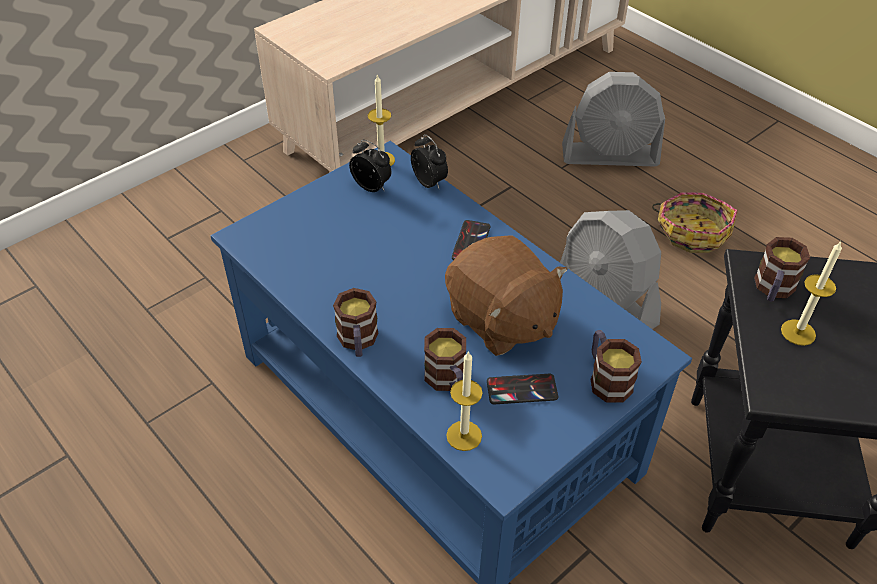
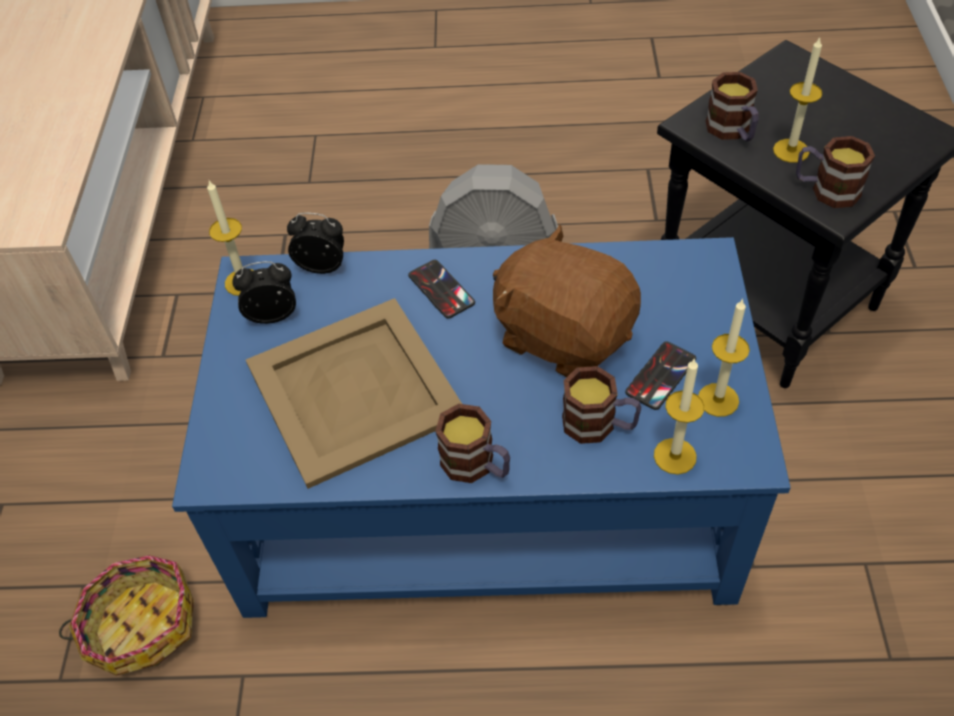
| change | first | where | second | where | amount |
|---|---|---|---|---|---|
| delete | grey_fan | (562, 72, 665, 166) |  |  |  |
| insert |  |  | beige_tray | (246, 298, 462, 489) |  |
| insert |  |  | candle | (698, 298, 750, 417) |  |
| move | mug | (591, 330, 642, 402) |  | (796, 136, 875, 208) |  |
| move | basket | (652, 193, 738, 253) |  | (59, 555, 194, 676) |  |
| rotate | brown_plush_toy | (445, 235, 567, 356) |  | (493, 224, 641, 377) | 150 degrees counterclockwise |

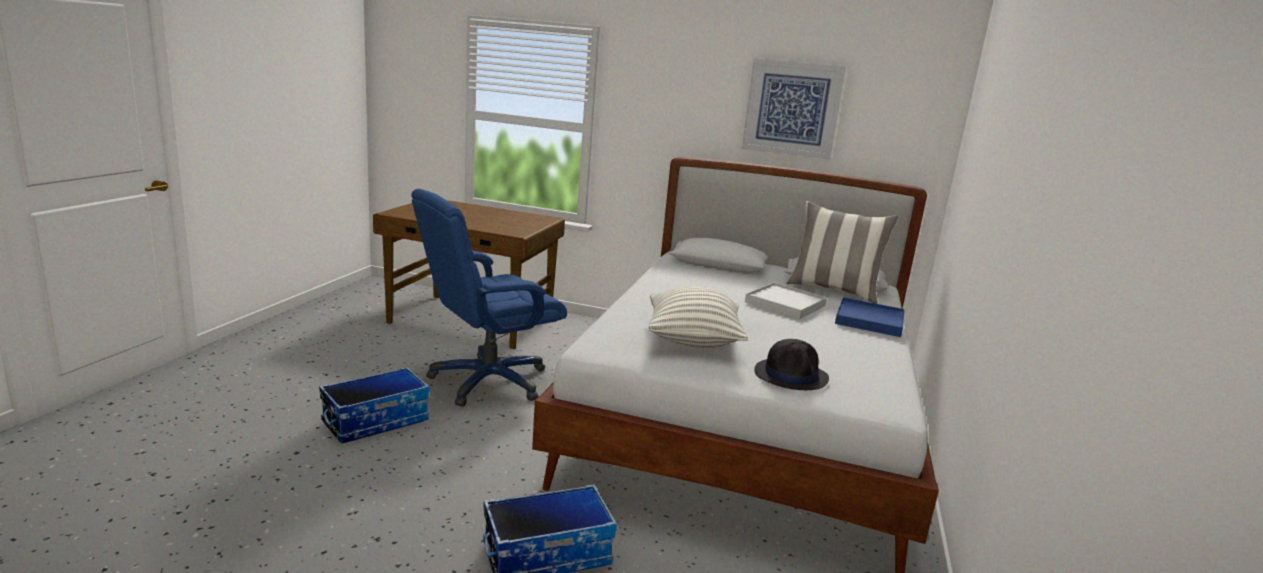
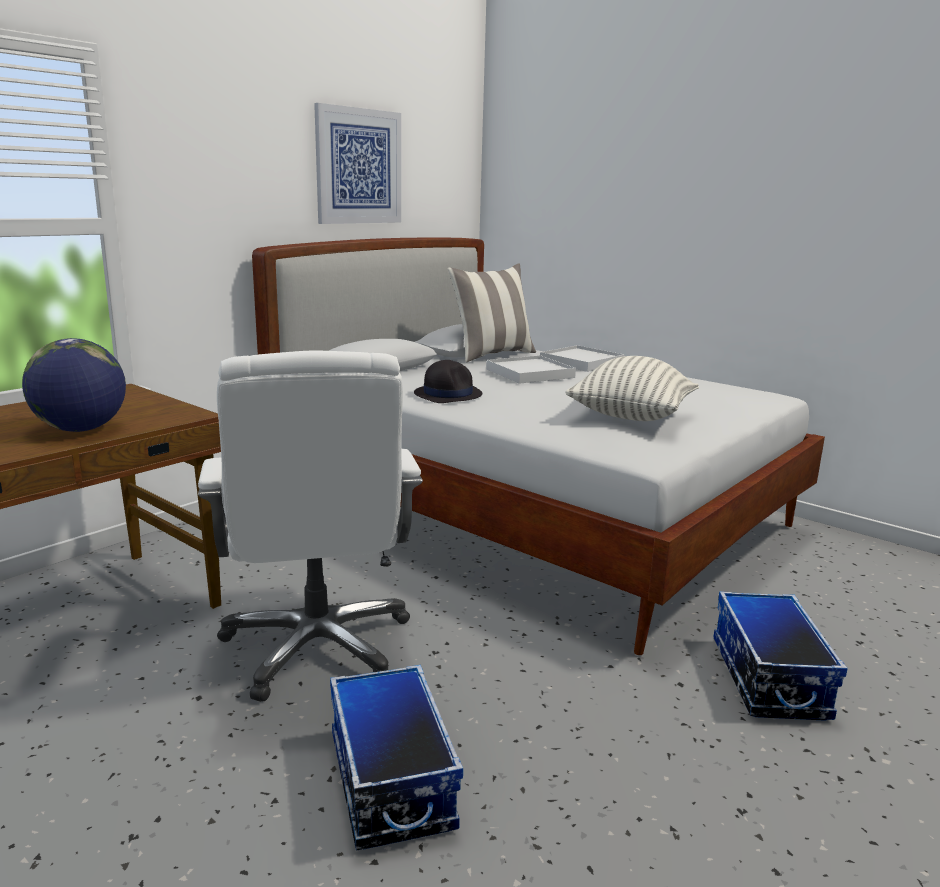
| change | first | where | second | where | amount |
|---|---|---|---|---|---|
| insert |  |  | globe | (22, 338, 126, 432) |  |
| move | black_hat | (755, 339, 829, 390) |  | (414, 360, 482, 403) |  |
| recolor | blue_office_chair | (411, 189, 567, 406) | white_office_chair | (198, 351, 423, 702) |  |
| recolor | blue_tray | (835, 298, 905, 337) | white_tray | (540, 345, 625, 372) |  |

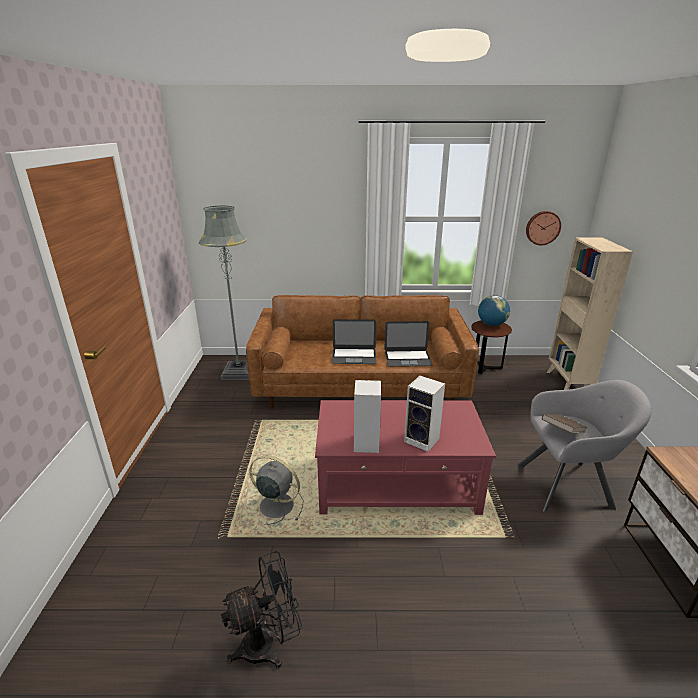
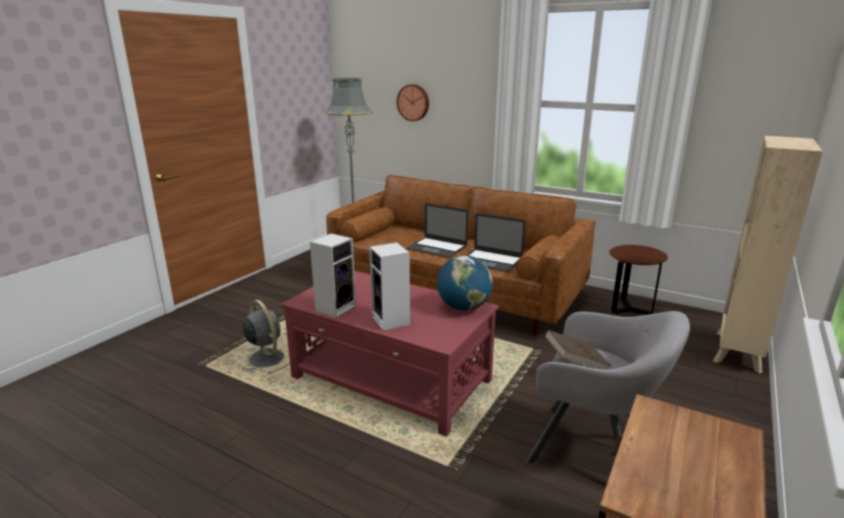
| change | first | where | second | where | amount |
|---|---|---|---|---|---|
| delete | black_fan | (221, 551, 302, 669) |  |  |  |
| move | globe | (478, 295, 510, 326) |  | (437, 255, 493, 311) |  |
| move | wall_clock | (526, 211, 561, 245) |  | (397, 84, 429, 121) |  |

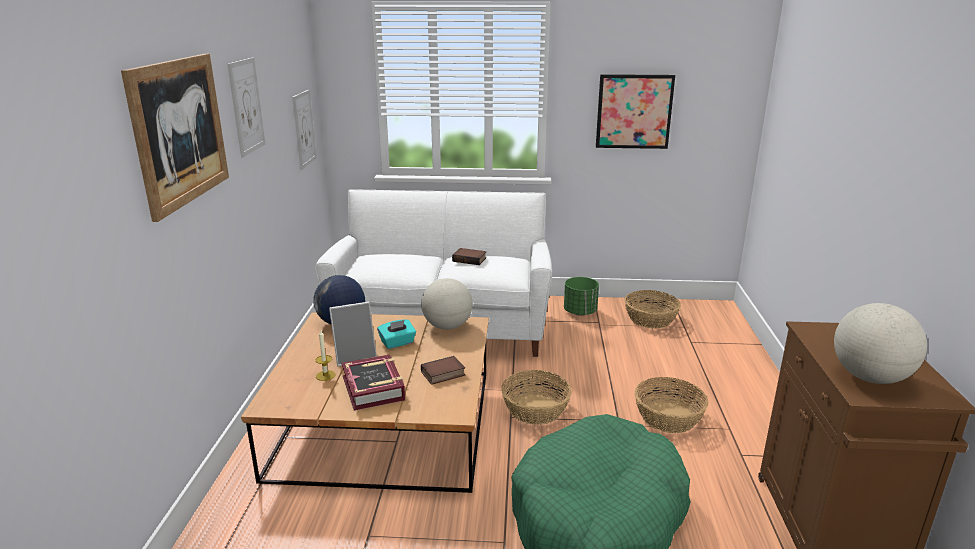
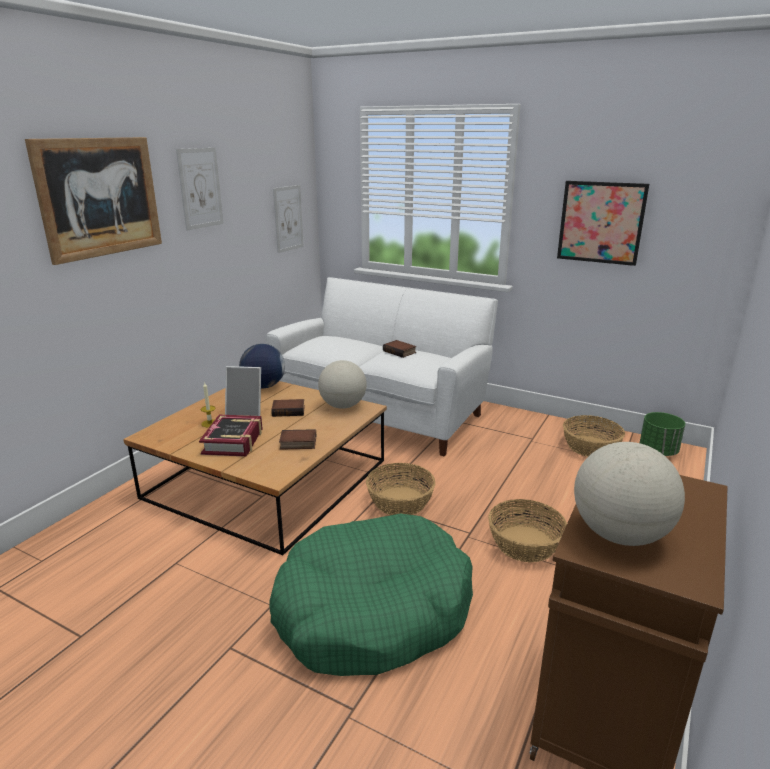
| change | first | where | second | where | amount |
|---|---|---|---|---|---|
| move | green_planter | (564, 277, 599, 316) |  | (640, 412, 685, 456) |  |
| replace | turquoise_tissue_box | (377, 319, 416, 349) | book | (271, 399, 305, 417) |  |

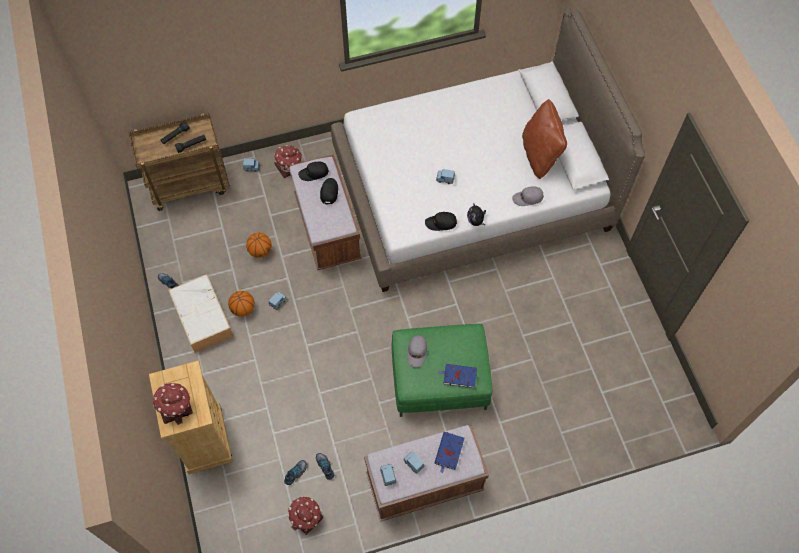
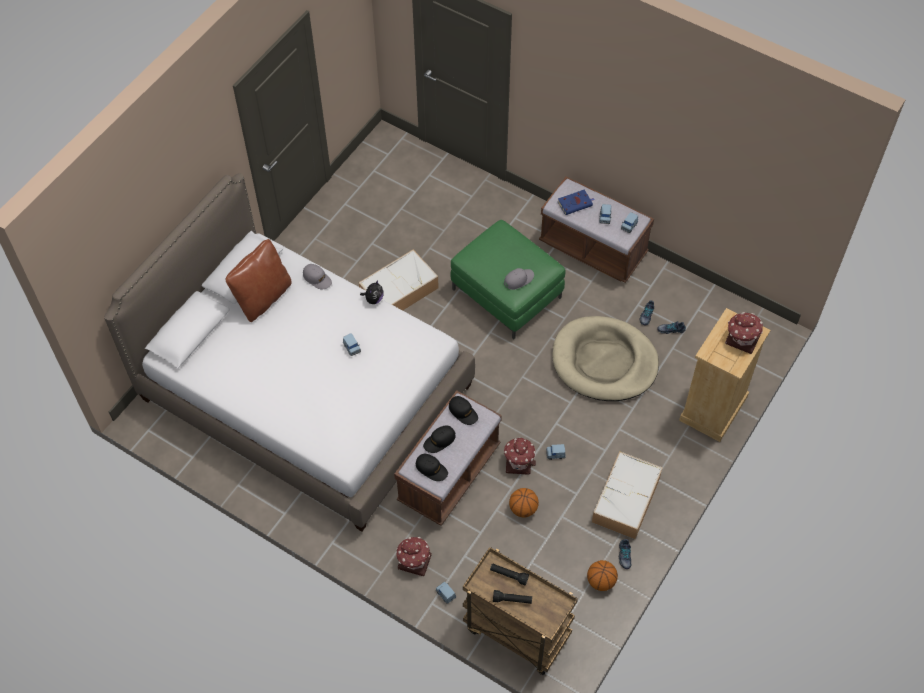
| change | first | where | second | where | amount |
|---|---|---|---|---|---|
| delete | blue_book | (438, 364, 477, 388) |  |  |  |
| insert |  |  | storage_box | (359, 249, 439, 310) |  |
| insert |  |  | beige_dog_bed | (553, 316, 659, 401) |  |
| move | basketball | (228, 291, 255, 317) |  | (587, 560, 618, 591) |  |
| move | toy_house | (288, 496, 323, 535) |  | (504, 438, 536, 475) |  |
| move | black_cap | (425, 212, 457, 231) |  | (449, 396, 478, 425) |  |

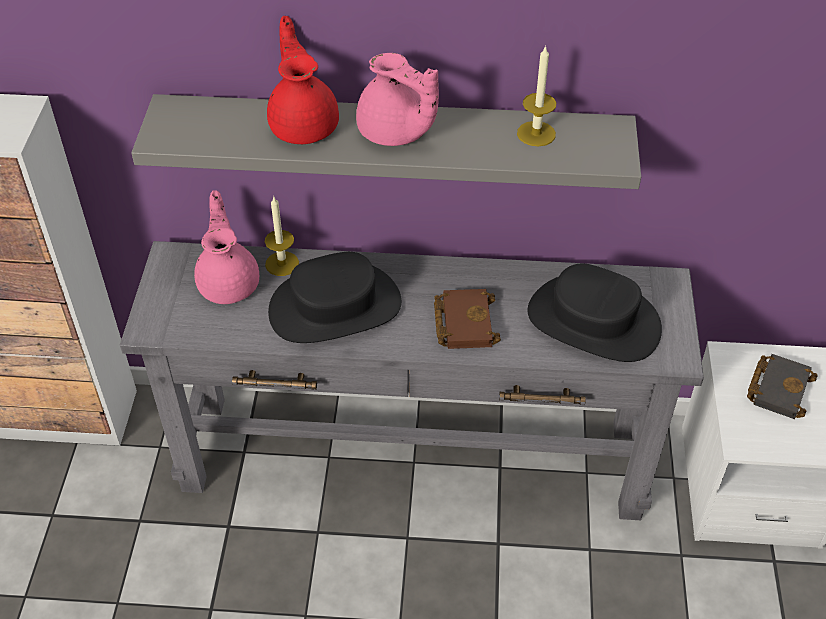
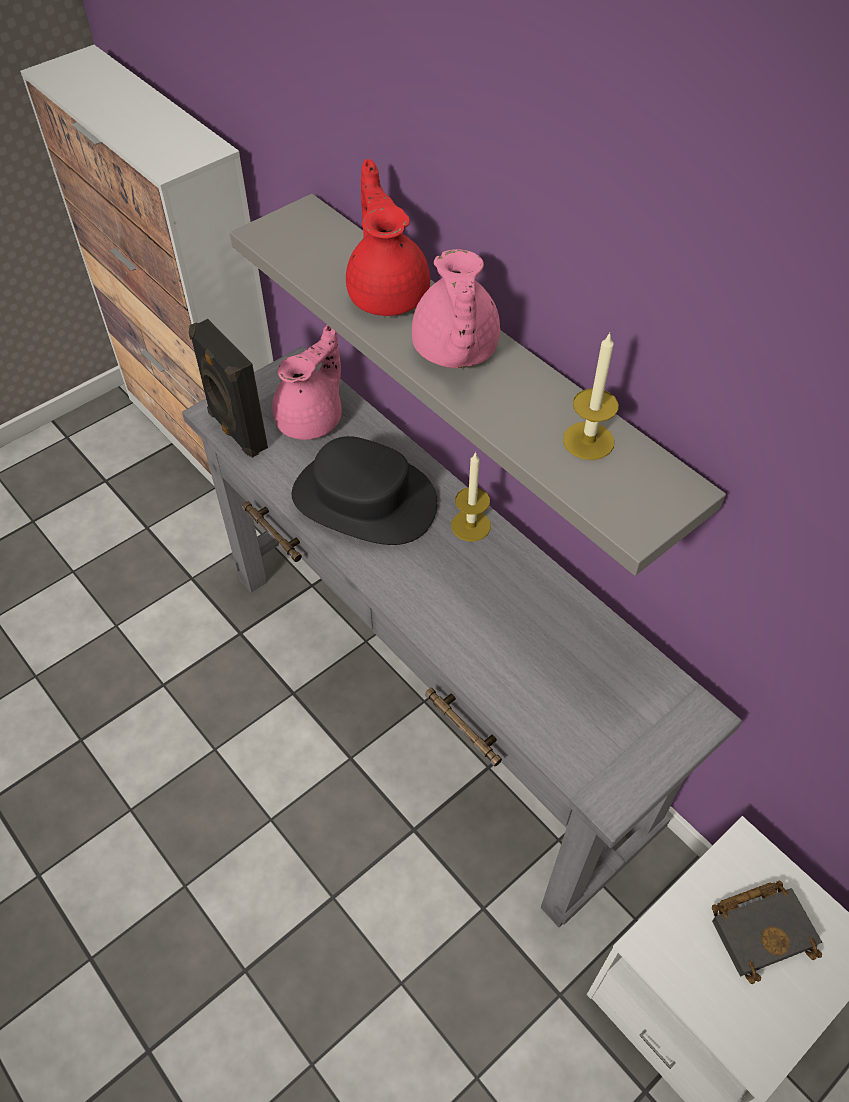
| change | first | where | second | where | amount |
|---|---|---|---|---|---|
| delete | brown_book | (434, 289, 501, 349) |  |  |  |
| delete | black_hat | (527, 264, 662, 362) |  |  |  |
| insert |  |  | black_speaker | (189, 319, 268, 458) |  |
| move | candle | (265, 197, 299, 276) |  | (451, 452, 491, 541) |  |
| rotate | red_teapot | (267, 16, 339, 144) |  | (346, 159, 430, 316) | 45 degrees counterclockwise |

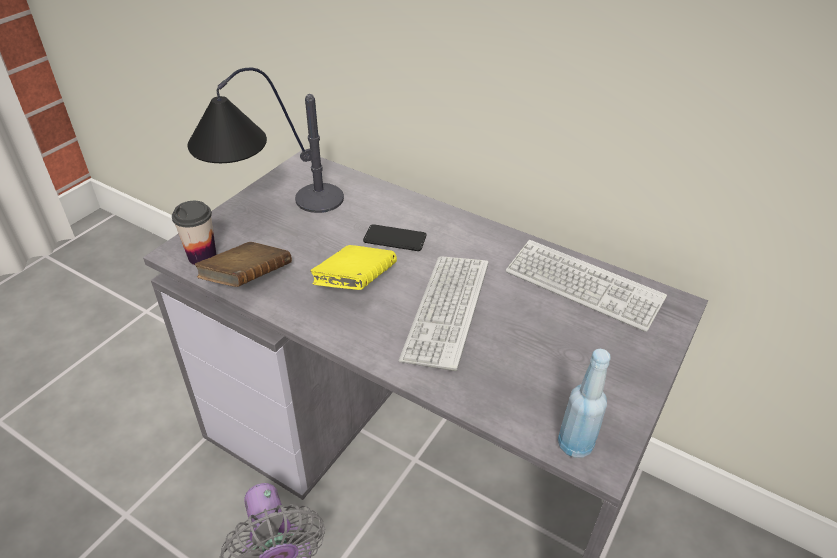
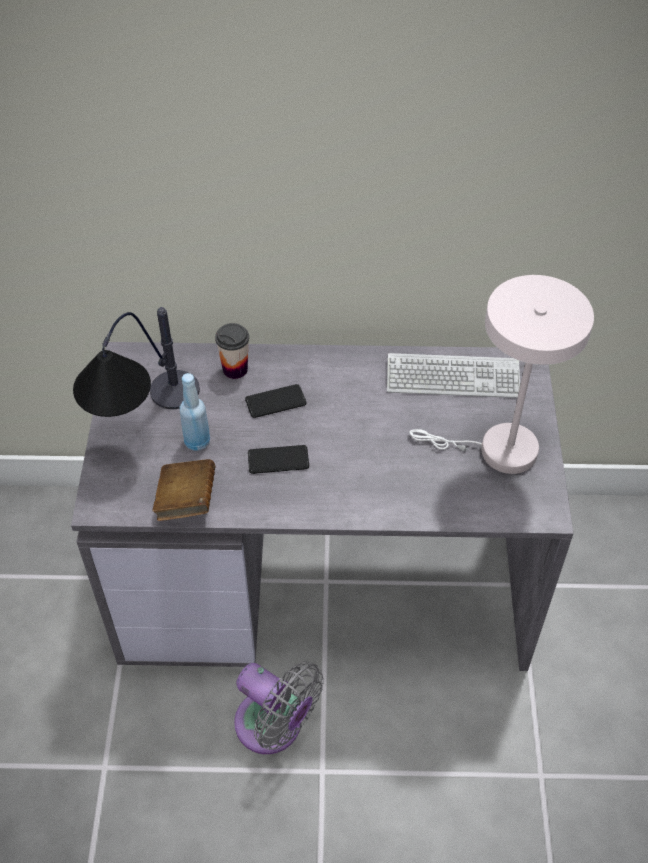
| change | first | where | second | where | amount |
|---|---|---|---|---|---|
| delete | keyboard | (398, 256, 488, 371) |  |  |  |
| insert |  |  | white_table_lamp | (409, 275, 594, 474) |  |
| move | cup | (172, 201, 216, 265) |  | (215, 323, 249, 379) |  |
| move | blue_bottle | (558, 349, 611, 458) |  | (179, 373, 210, 451) |  |
| replace | yellow_book | (310, 245, 397, 290) | phone | (248, 445, 309, 474) |  |

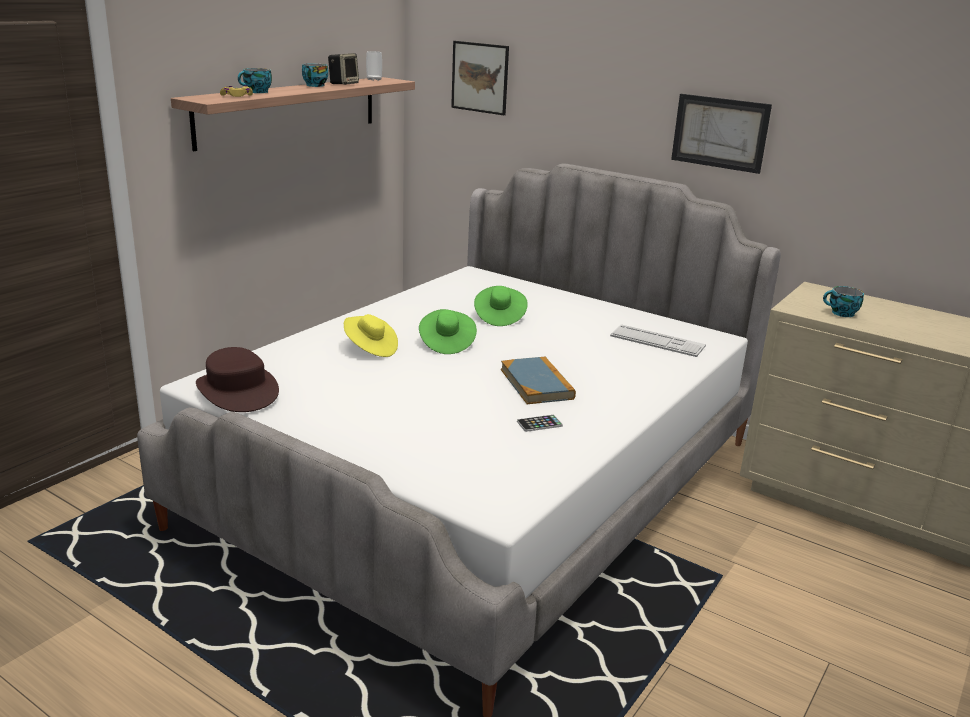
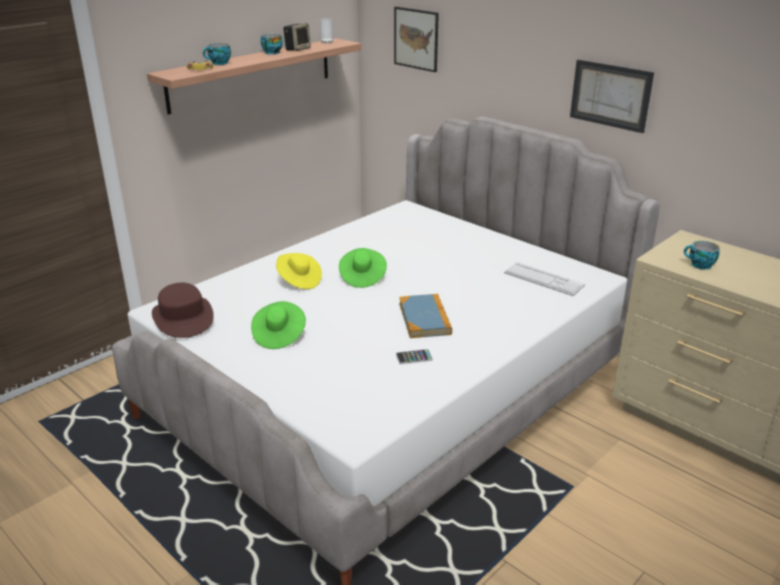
| change | first | where | second | where | amount |
|---|---|---|---|---|---|
| move | green_hat | (474, 286, 528, 326) |  | (251, 301, 306, 349) |  |

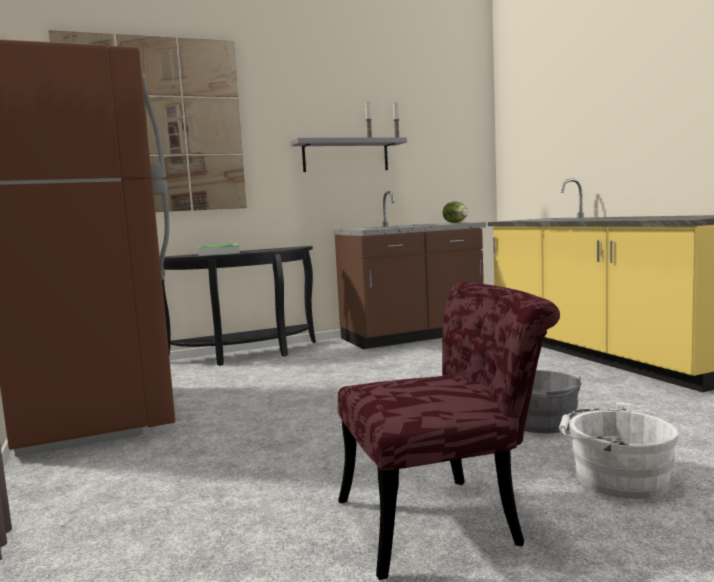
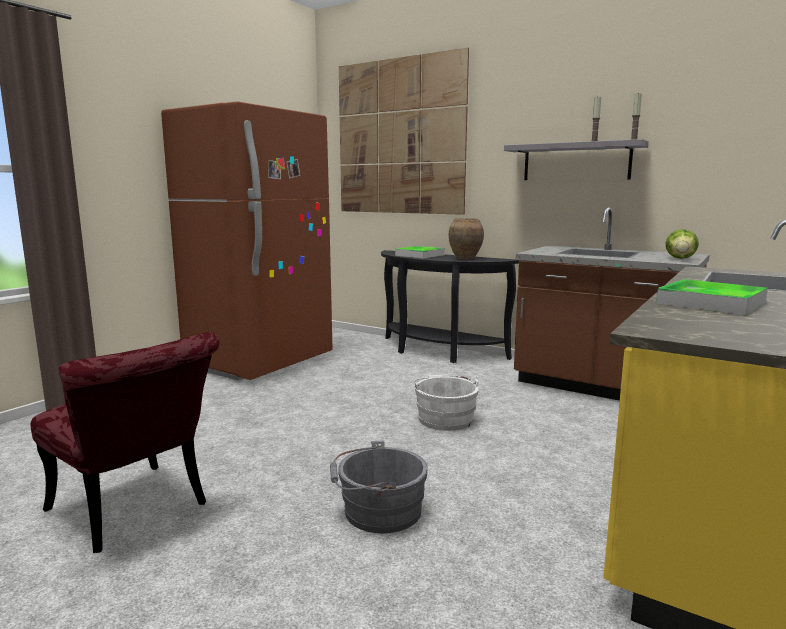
| change | first | where | second | where | amount |
|---|---|---|---|---|---|
| insert |  |  | brown_vase | (449, 218, 484, 260) |  |
| insert |  |  | tray | (656, 279, 768, 315) |  |
| move | white_bucket | (559, 402, 679, 499) |  | (414, 374, 479, 431) |  |

